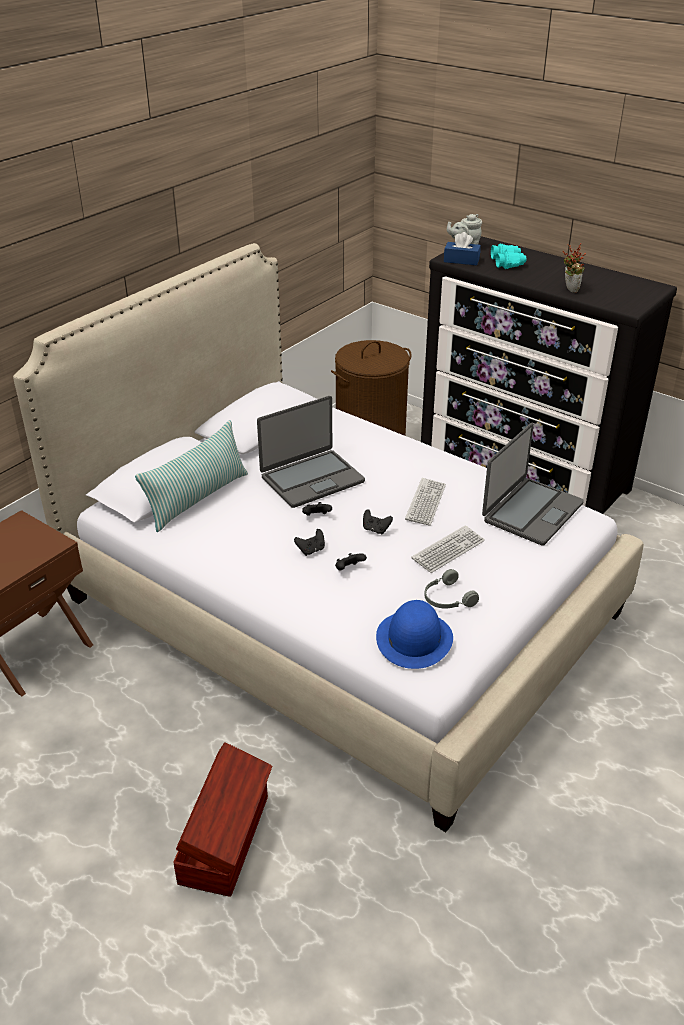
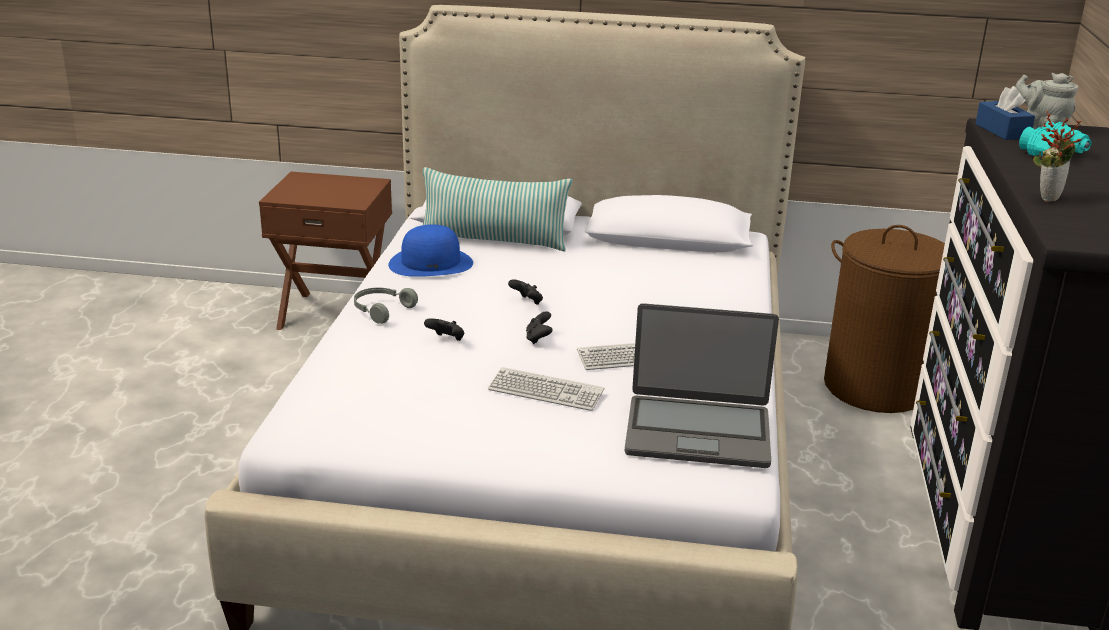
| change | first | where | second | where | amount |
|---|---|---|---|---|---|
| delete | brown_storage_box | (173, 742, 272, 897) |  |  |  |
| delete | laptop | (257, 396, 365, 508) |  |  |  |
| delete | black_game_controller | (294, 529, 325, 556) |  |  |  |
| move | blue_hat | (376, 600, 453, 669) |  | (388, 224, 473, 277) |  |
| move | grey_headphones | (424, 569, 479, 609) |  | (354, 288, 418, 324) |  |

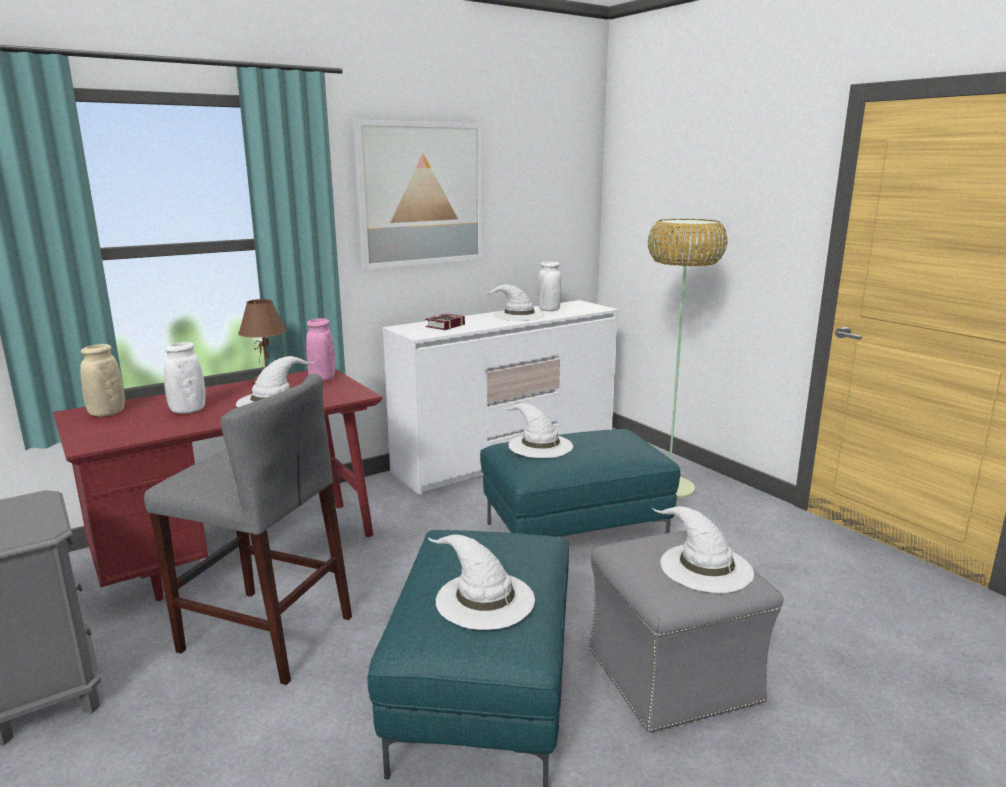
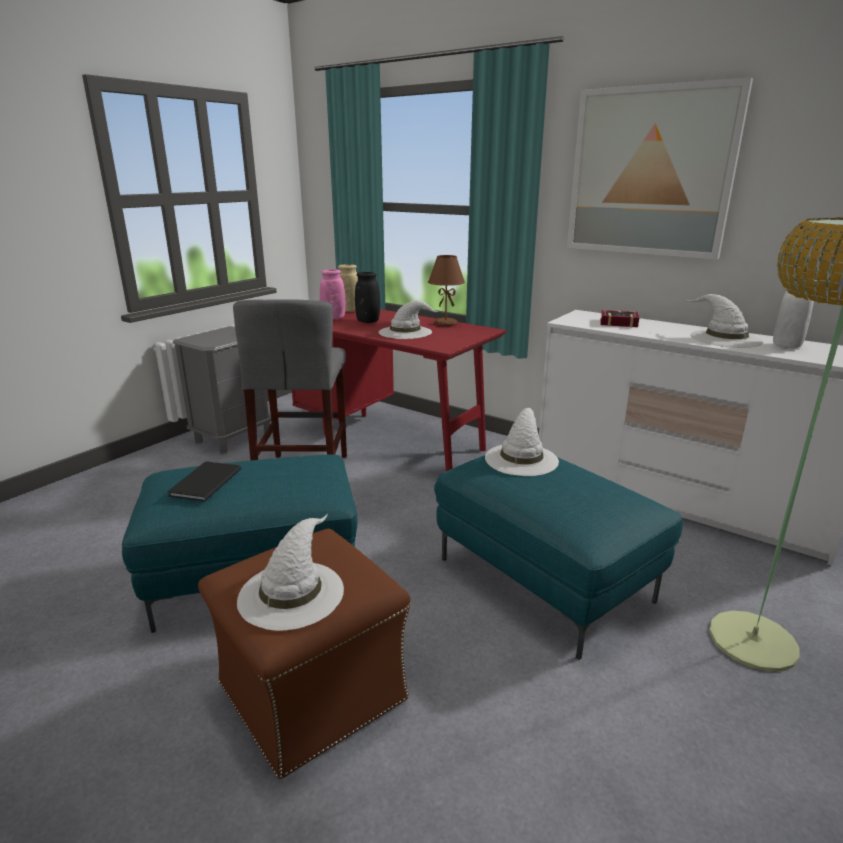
| change | first | where | second | where | amount |
|---|---|---|---|---|---|
| move | pink_vase | (306, 318, 335, 381) |  | (320, 269, 346, 319) |  |
| replace | white_hat | (428, 534, 535, 630) | black_book | (167, 461, 242, 502) |  |
| recolor | white_vase | (164, 342, 206, 414) | black_vase | (355, 272, 380, 323) |  |
| recolor | grey_ottoman | (589, 530, 784, 733) | brown_ottoman | (198, 528, 410, 779) |  |

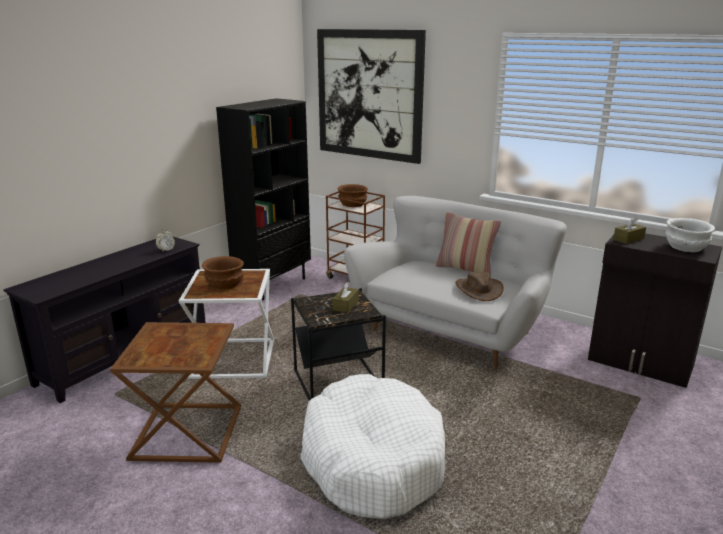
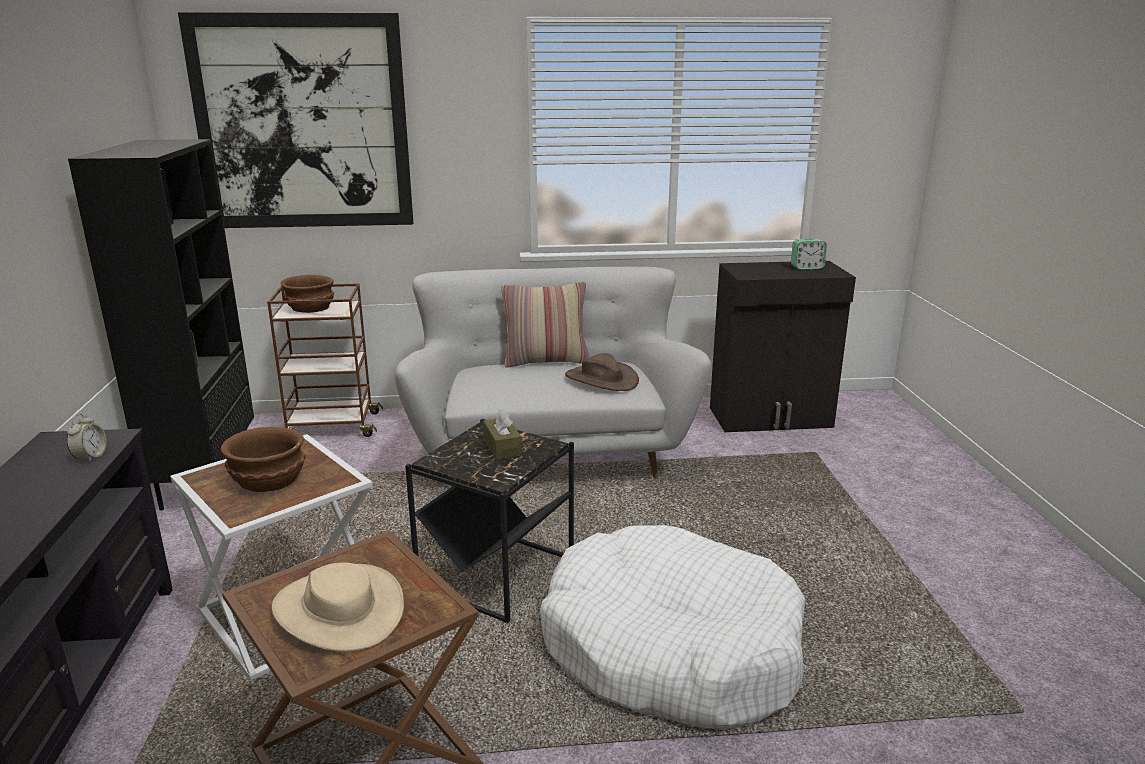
| change | first | where | second | where | amount |
|---|---|---|---|---|---|
| delete | brown_tissue_box | (613, 216, 646, 244) |  |  |  |
| insert |  |  | beige_hat | (271, 563, 404, 651) |  |
| replace | white_bowl | (665, 218, 715, 252) | alarm_clock | (791, 239, 827, 270) |  |

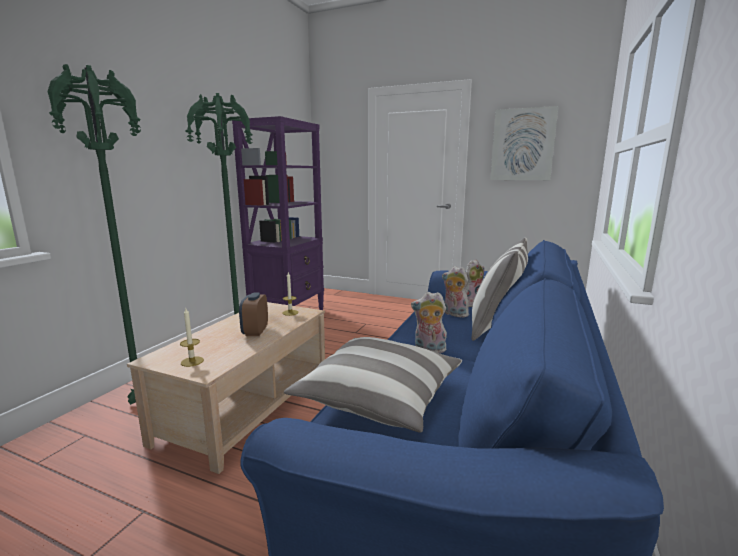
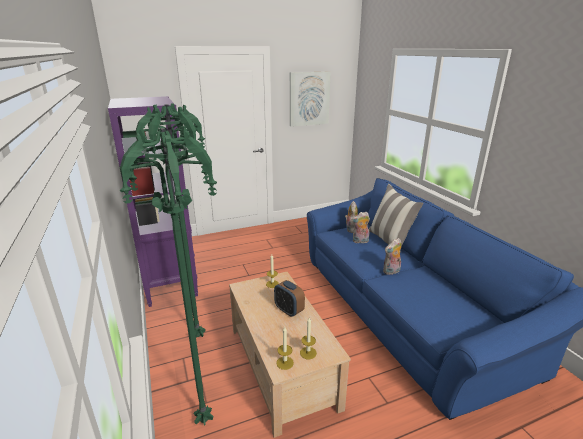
| change | first | where | second | where | amount |
|---|---|---|---|---|---|
| delete | pillow | (284, 337, 462, 433) |  |  |  |
| insert |  |  | candle | (277, 327, 294, 370) |  |

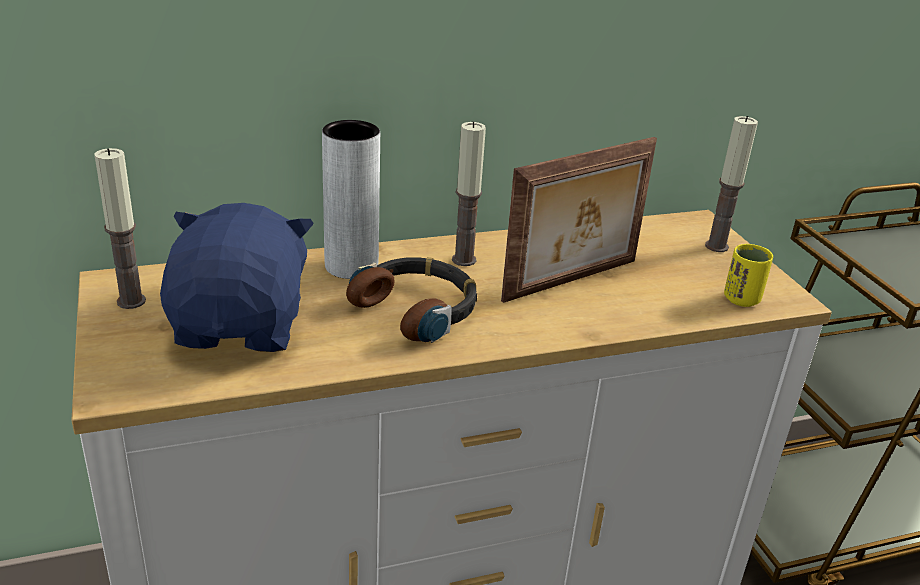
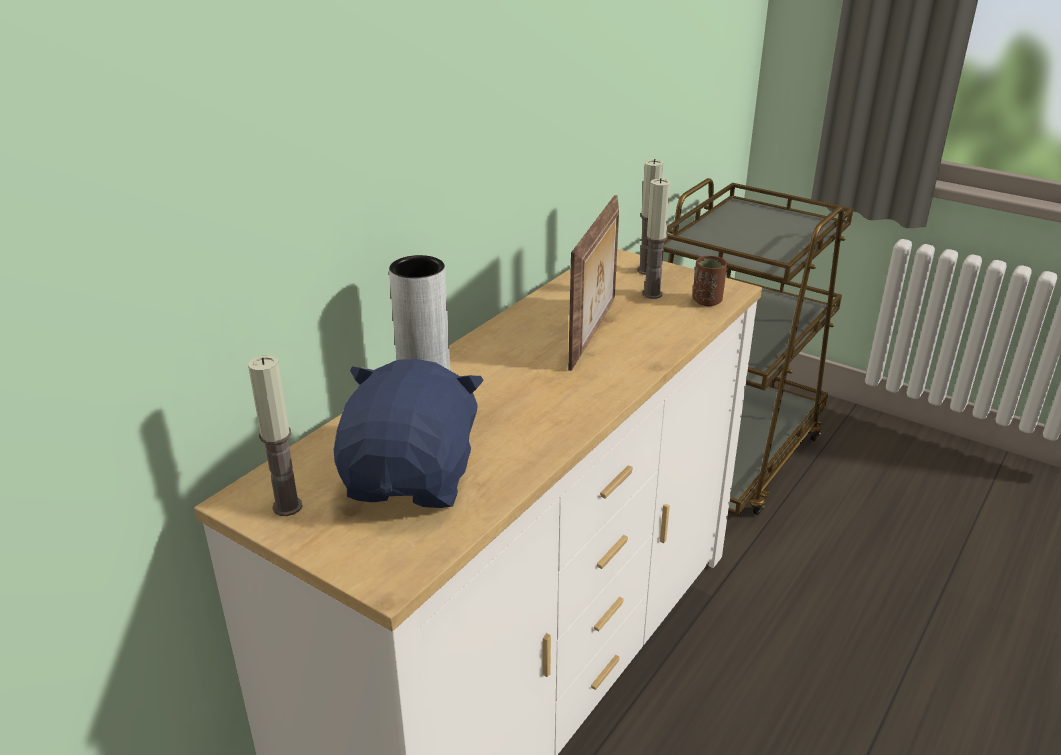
| change | first | where | second | where | amount |
|---|---|---|---|---|---|
| delete | headphones | (346, 257, 477, 343) |  |  |  |
| move | candle | (452, 121, 486, 266) |  | (642, 178, 671, 299) |  |
| recolor | yellow_cup | (724, 244, 774, 307) | brown_cup | (693, 256, 727, 306) |  |
| rotate | blue_plush_toy | (160, 203, 314, 352) |  | (334, 359, 484, 508) | 45 degrees clockwise |

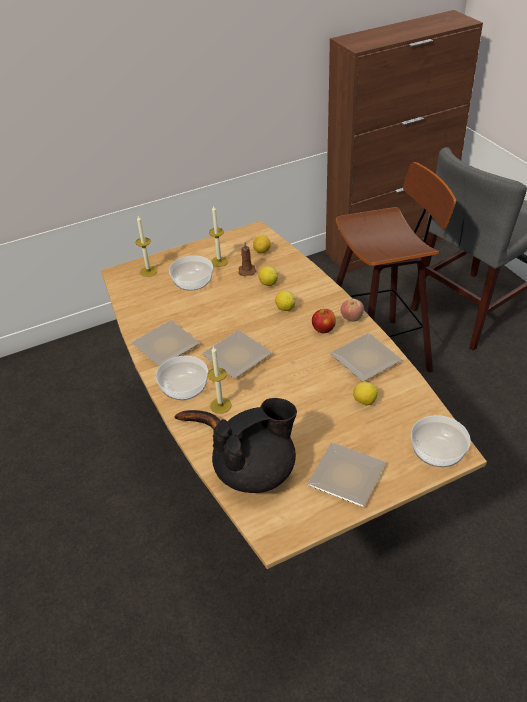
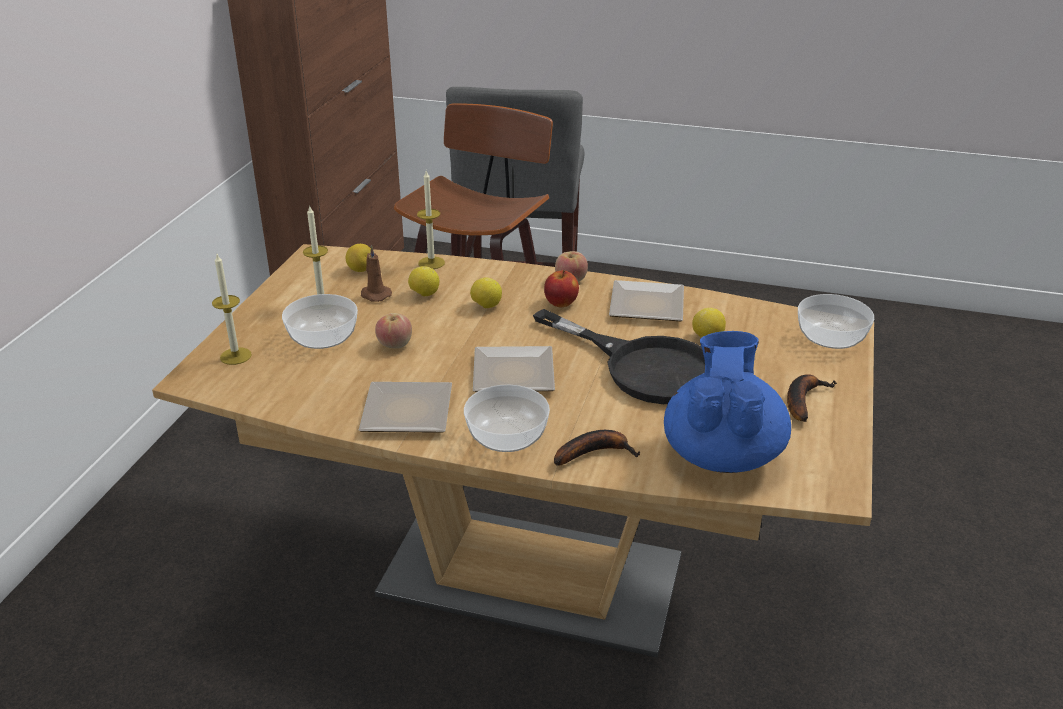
| change | first | where | second | where | amount |
|---|---|---|---|---|---|
| insert |  |  | apple | (375, 313, 412, 349) |  |
| insert |  |  | black_frying_pan | (533, 309, 705, 404) |  |
| move | candle | (208, 346, 231, 414) |  | (417, 171, 445, 269) |  |
| replace | plate | (307, 442, 386, 507) | banana | (787, 374, 837, 422) |  |
| recolor | black_teapot | (212, 398, 297, 493) | blue_teapot | (664, 331, 791, 473) |  |

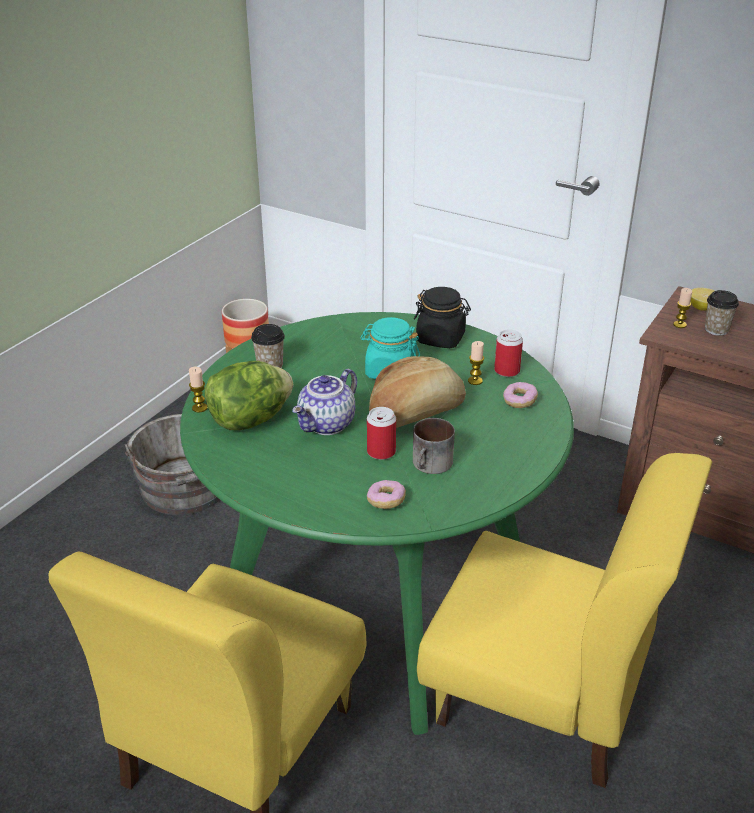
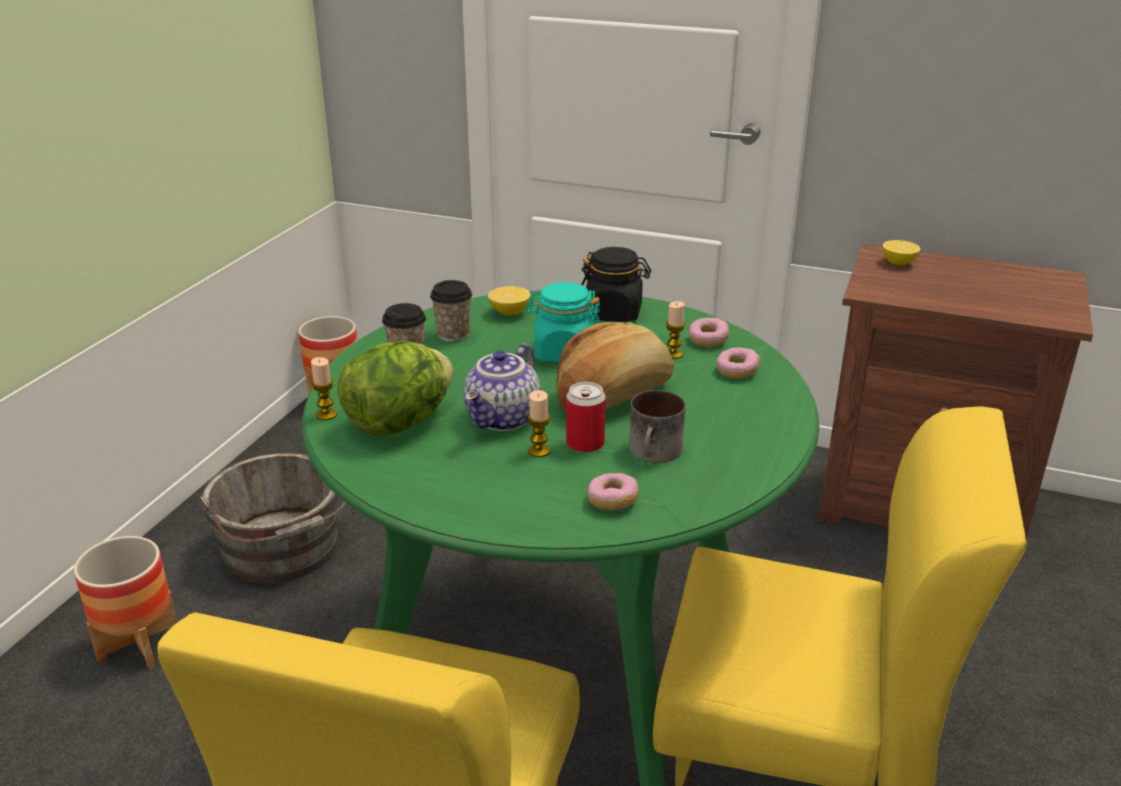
| change | first | where | second | where | amount |
|---|---|---|---|---|---|
| insert |  |  | planter | (74, 536, 178, 669) |  |
| insert |  |  | lemon | (488, 286, 530, 316) |  |
| move | candle | (673, 288, 692, 328) |  | (527, 390, 550, 457) |  |
| move | cup | (705, 290, 739, 336) |  | (430, 280, 472, 342) |  |
| replace | can | (494, 329, 523, 377) | donut | (689, 318, 729, 347) |  |

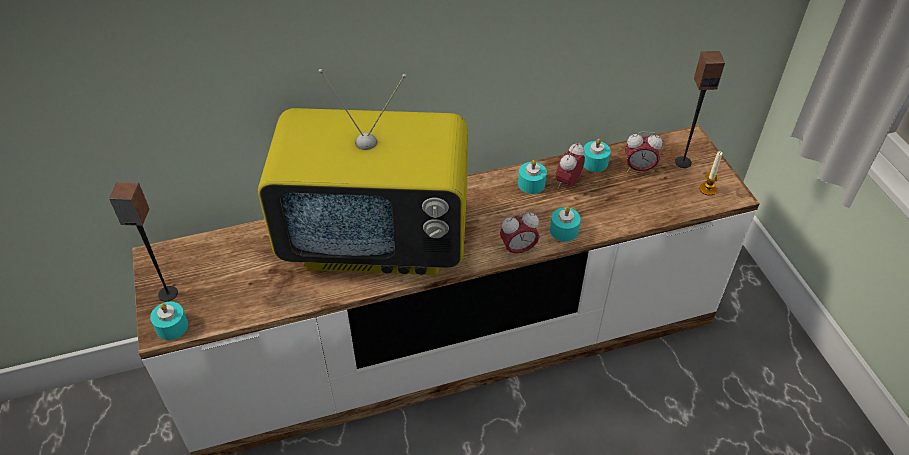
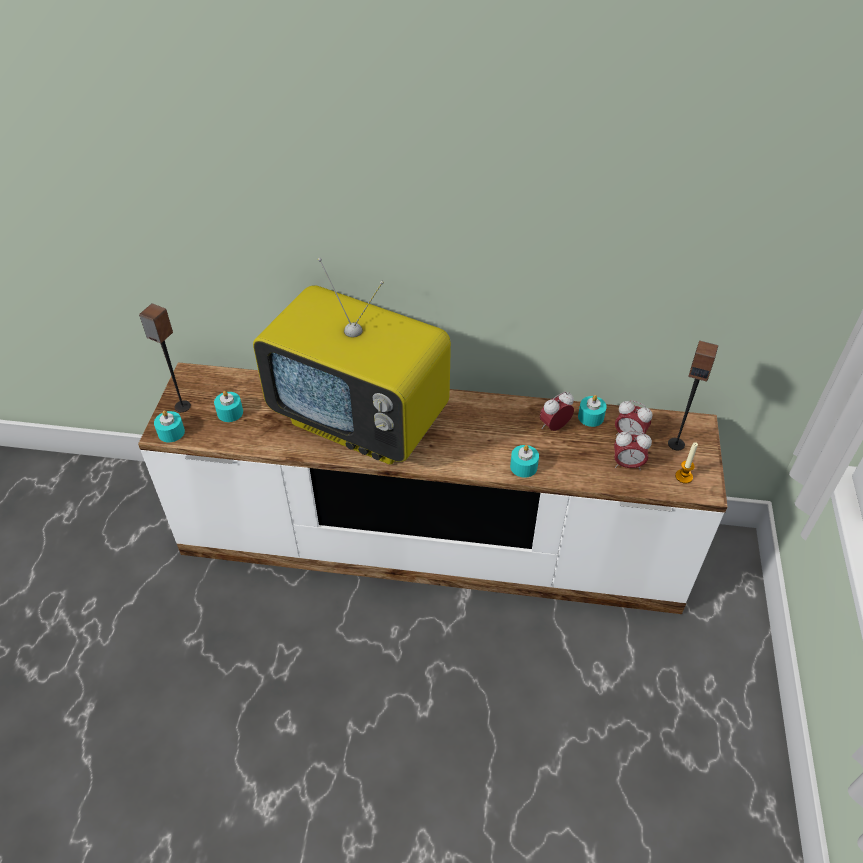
| change | first | where | second | where | amount |
|---|---|---|---|---|---|
| move | alarm_clock | (500, 212, 539, 257) |  | (614, 431, 652, 470) |  |
| move | turquoise_candle | (518, 160, 547, 194) |  | (214, 391, 243, 422) |  |

